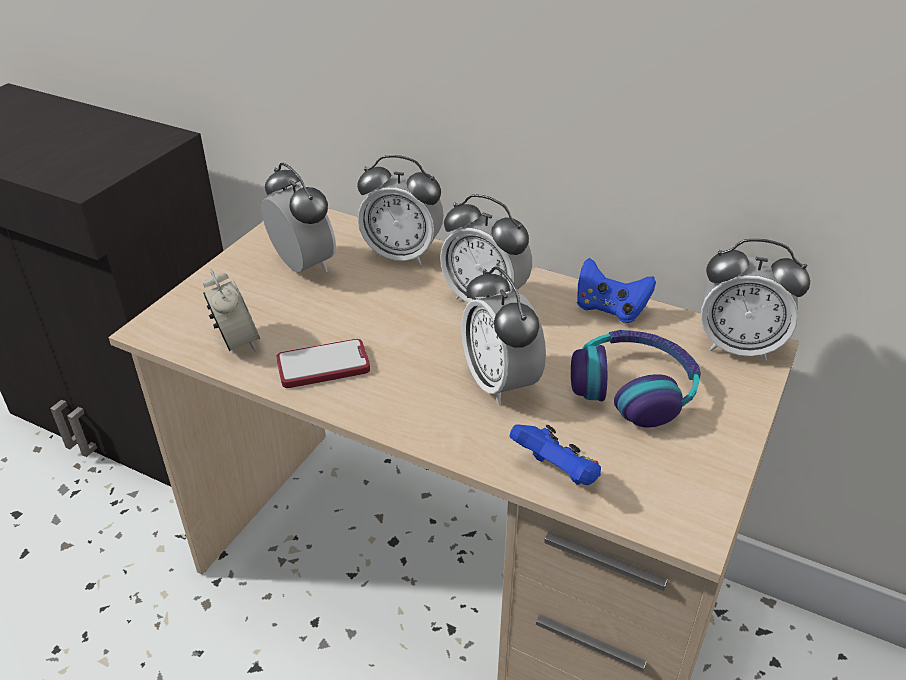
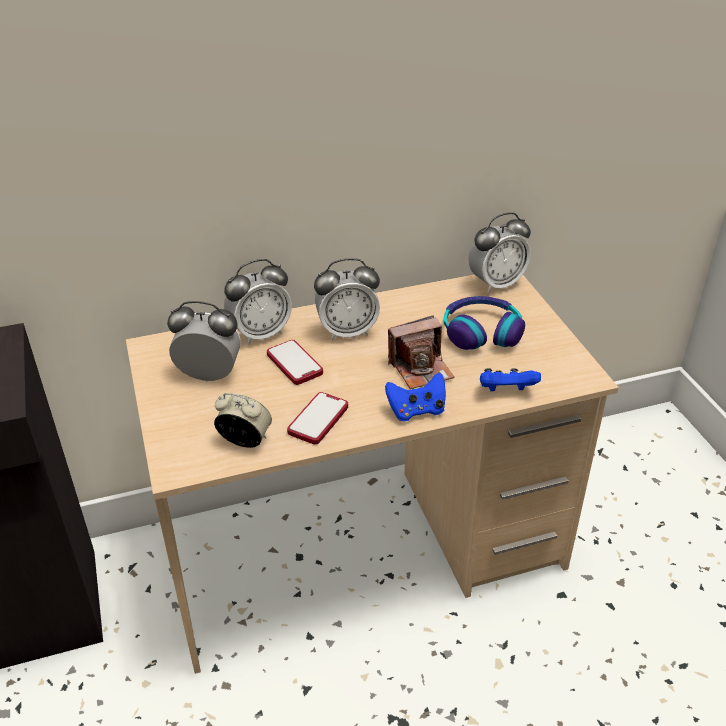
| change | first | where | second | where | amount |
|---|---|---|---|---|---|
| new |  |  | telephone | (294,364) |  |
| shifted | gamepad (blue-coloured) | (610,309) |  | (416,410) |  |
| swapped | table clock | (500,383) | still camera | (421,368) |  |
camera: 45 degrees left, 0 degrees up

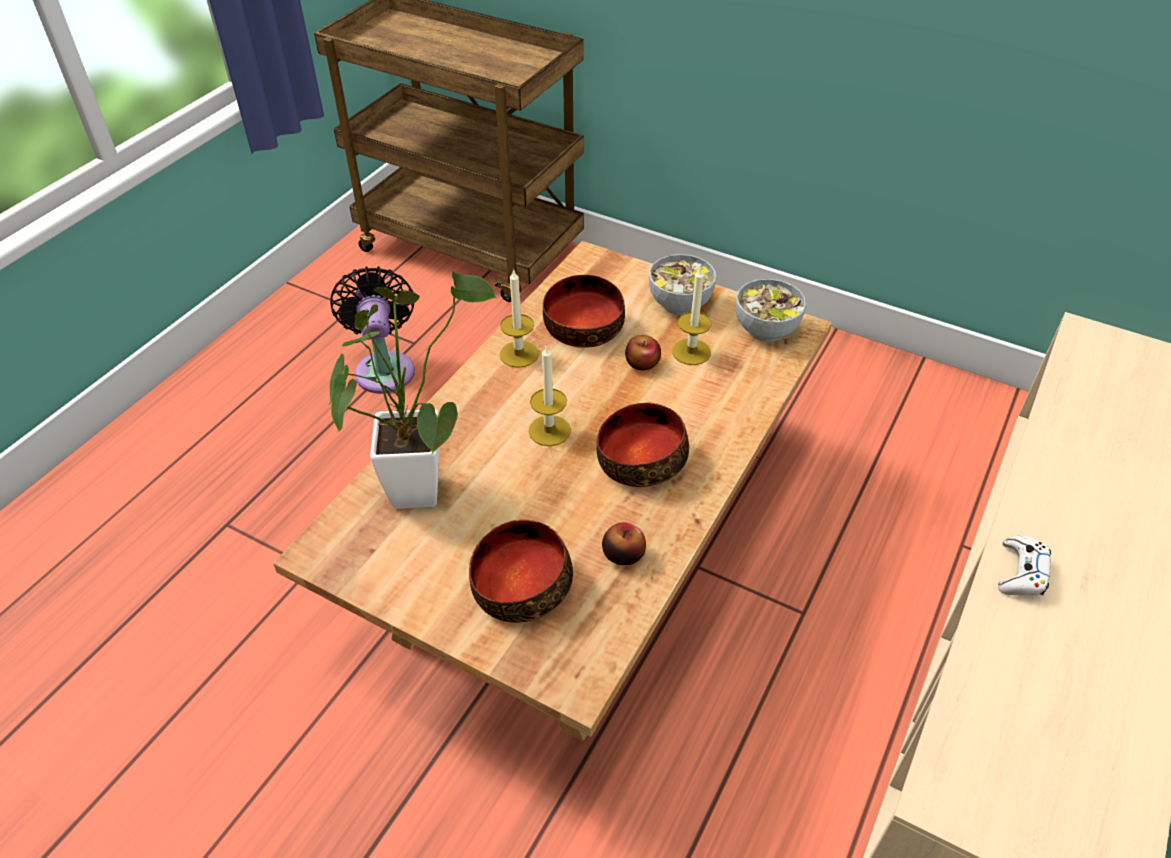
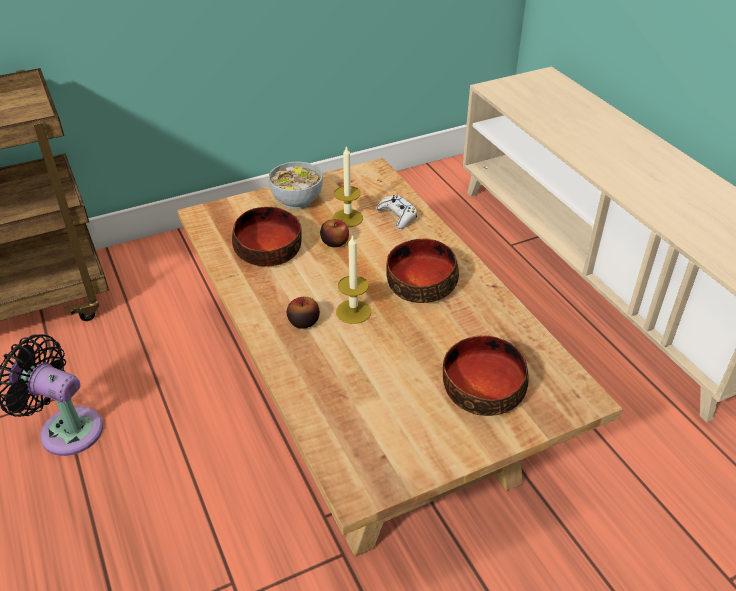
| change | first | where | second | where | amount |
|---|---|---|---|---|---|
| gone | potted plant | (418,482) |  |  |  |
| gone | wax candle | (519,354) |  |  |  |
| gone | bowl | (766,329) |  |  |  |
| shifted | whole apple | (623,554) |  | (303,322) |  |
| shifted | gamepad (whitish) | (1021,572) |  | (397,216) |  |
camera: 55 degrees left, 5 degrees down

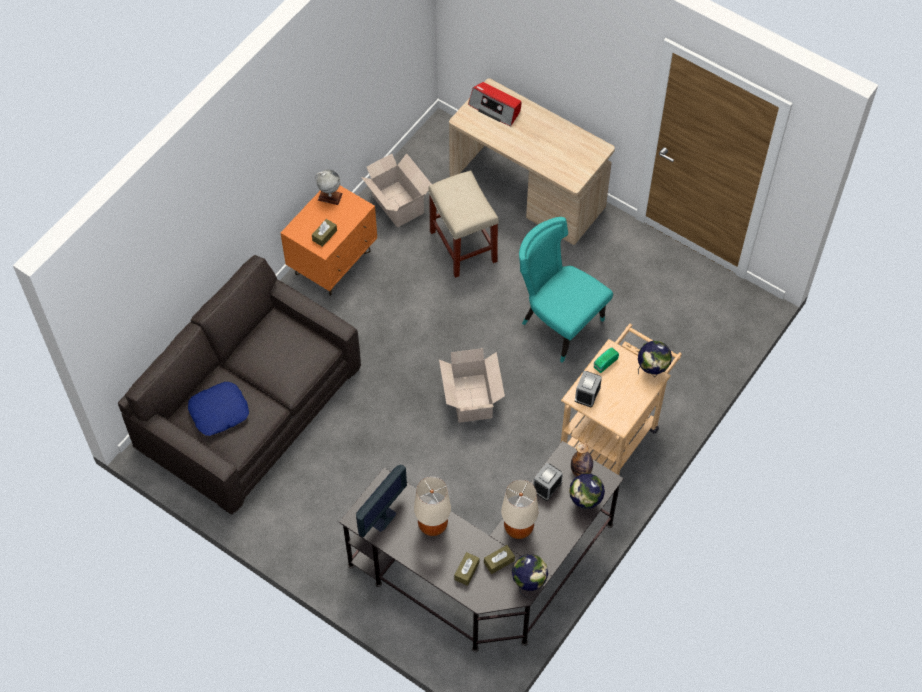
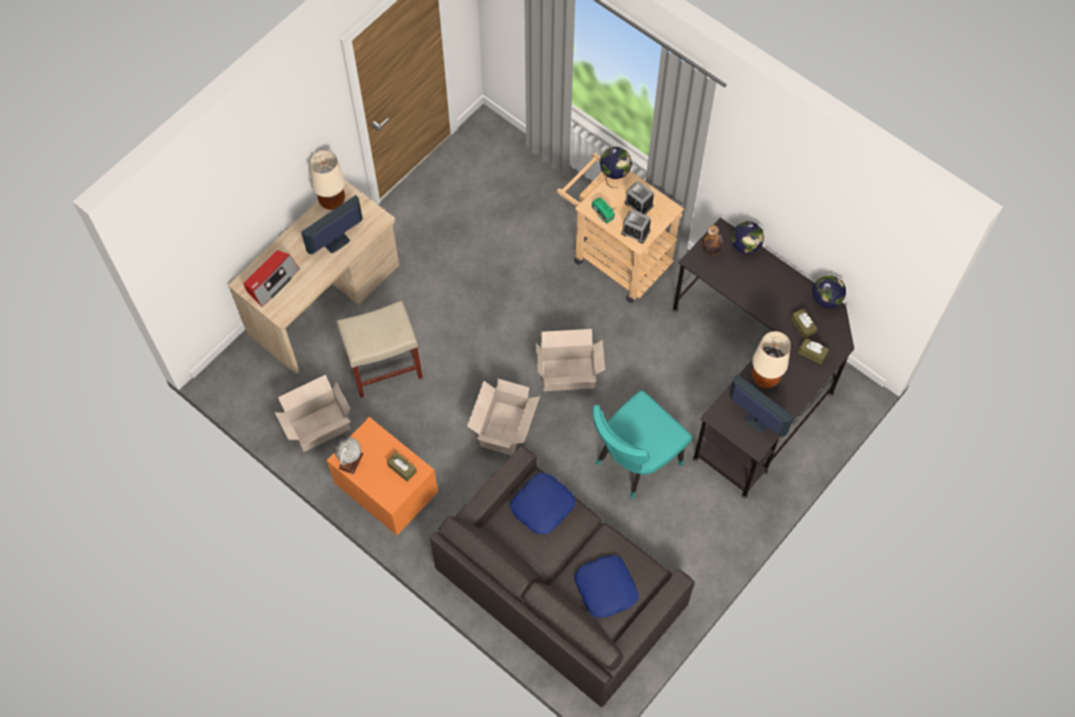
| change | first | where | second | where | amount |
|---|---|---|---|---|---|
| new |  |  | computer screen | (336,243) |  |
| new |  |  | carton | (503,430) |  |
| new |  |  | cushion (blue-coloured) | (542,506) |  |
| shifted | tabletop lamp (sand-coloured) | (519,528) |  | (332,201) |  |
| shifted | upright chair (blue-green) | (558,322) |  | (633,462) |  |
| shifted | table clock | (547,486) |  | (638,204) |  |
camera: 85 degrees left, 5 degrees up

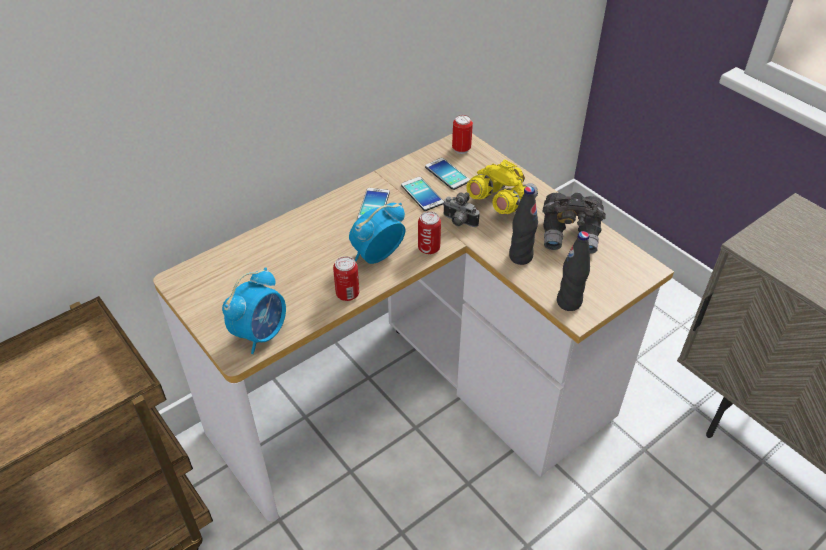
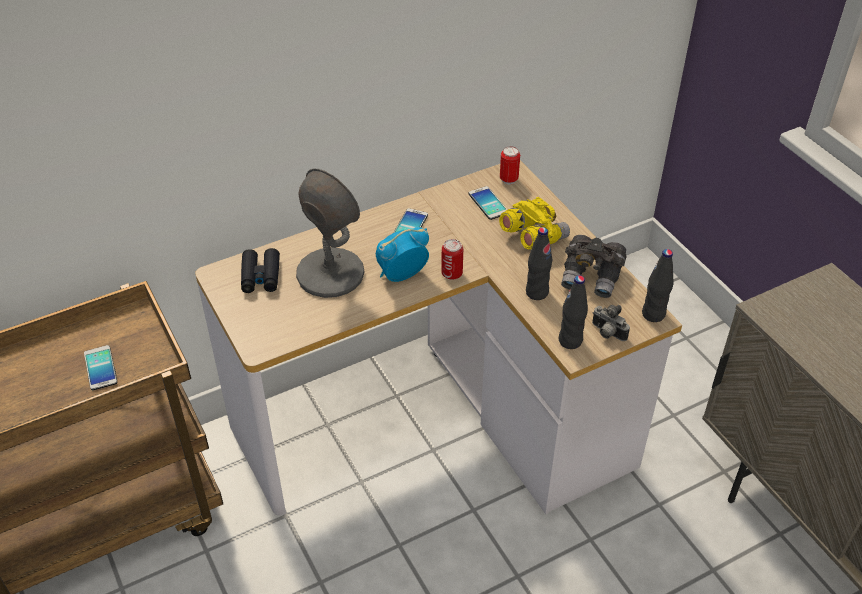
| change | first | where | second | where | amount |
|---|---|---|---|---|---|
| gone | table clock | (261,333) |  |  |  |
| gone | sealed can | (347,294) |  |  |  |
| new |  |  | binoculars (black-coloured) | (260,276) |  |
| new |  |  | tabletop lamp (greyish) | (330,273) |  |
| new |  |  | bottle (black-coloured) | (653,314) |  |
| shifted | telephone | (422,194) |  | (100,368) |  |
| shifted | still camera | (458,222) |  | (607,333) |  |
camera: 10 degrees right, 0 degrees up

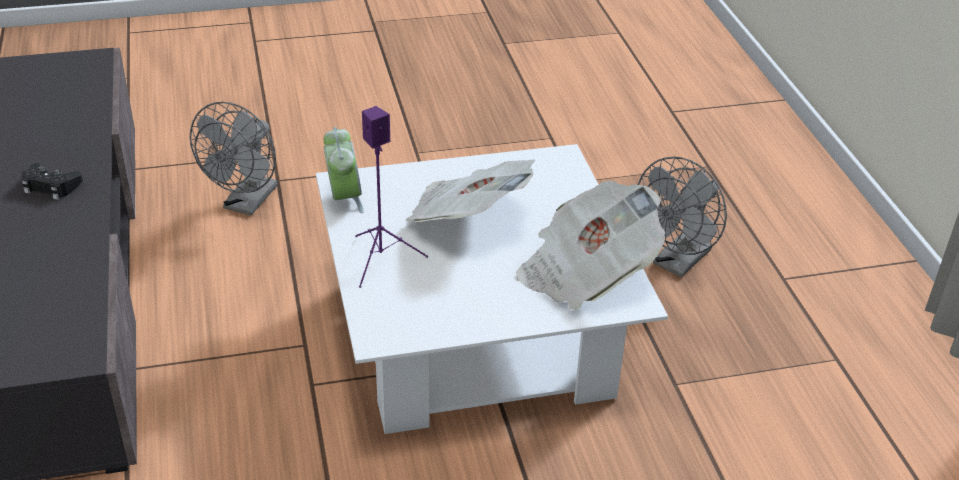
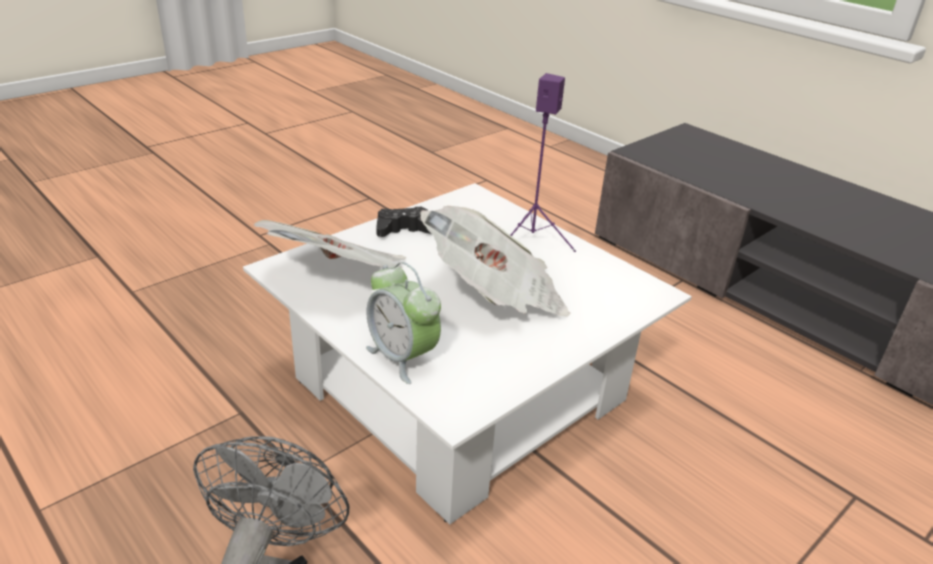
| change | first | where | second | where | amount |
|---|---|---|---|---|---|
| gone | fan (greyish) | (246,203) |  |  |  |
| shifted | gamepad (black-coloured) | (51,186) |  | (403,229) |  |
| shifted | table clock | (344,198) |  | (402,357) |  |
camera: 150 degrees right, 5 degrees down

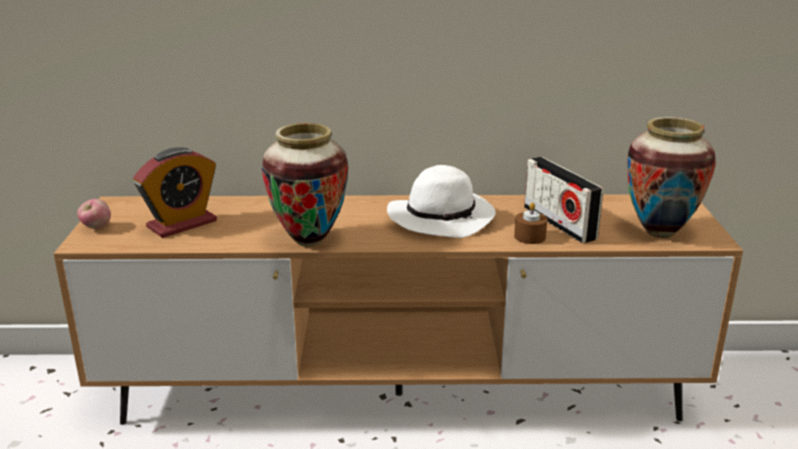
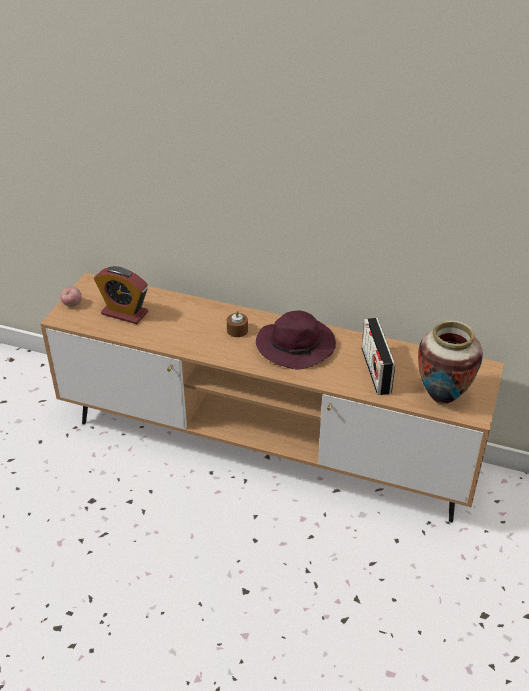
| change | first | where | second | where | amount |
|---|---|---|---|---|---|
| gone | decorative vase | (309,241) |  |  |  |
| shifted | wax candle (brown) | (529,237) |  | (237,330) |  |
| repainted | wearable hat (whitish) | (442,218) | wearable hat (purplish) | (297,346) |  |
| rotated | table clock | (182,224) |  | (124,313) | 45 degrees clockwise |
camera: 20 degrees right, 15 degrees up

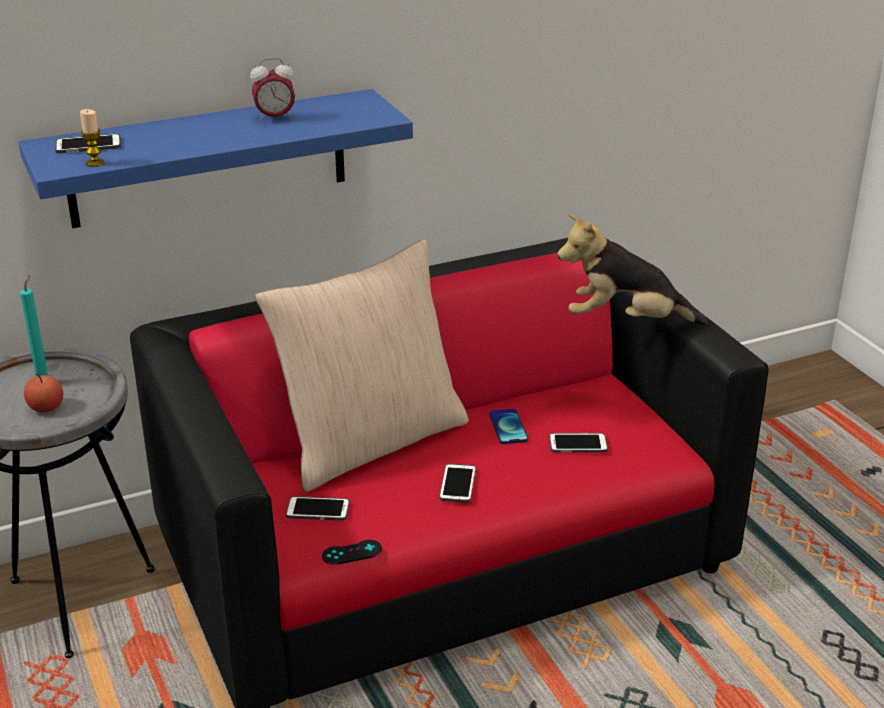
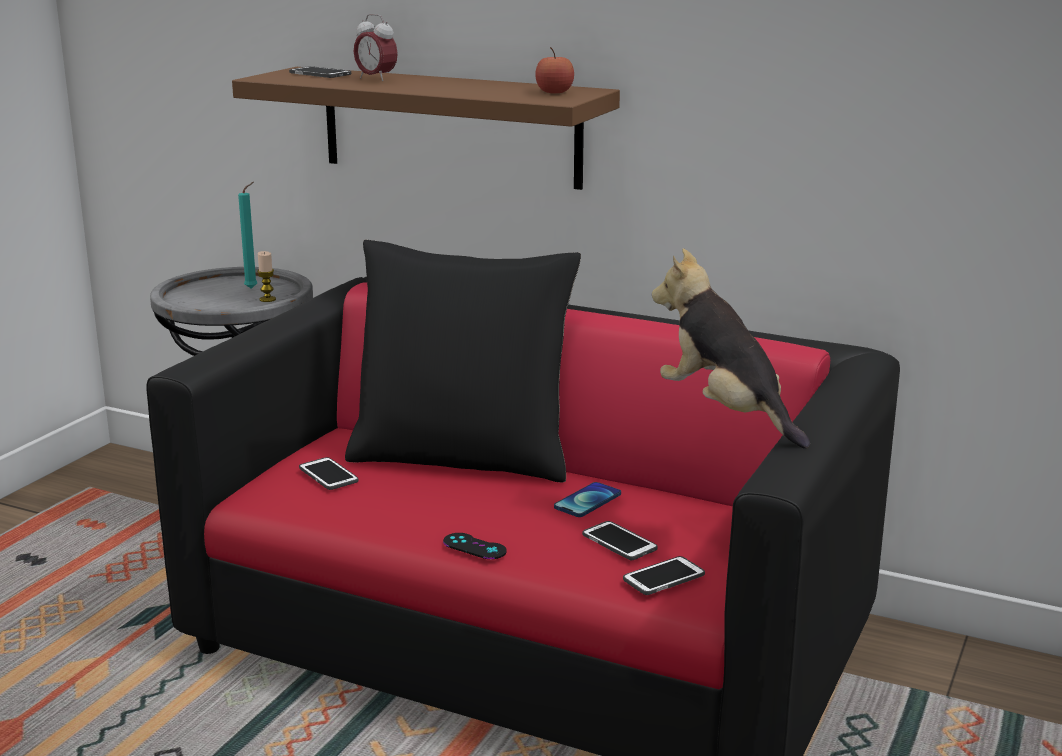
| change | first | where | second | where | amount |
|---|---|---|---|---|---|
| shifted | whole apple | (46,408) |  | (554,92) |  |
| shifted | wax candle | (95,163) |  | (267,299) |  |
| shifted | table clock | (275,118) |  | (376,79) |  |
| shifted | gamepad (black-coloured) | (352,552) |  | (474,546) |  |
| shifted | telephone | (457,484) |  | (663,577) |  |
| repainted | wall shelf (blue-coloured) | (208,158) | wall shelf (brown) | (450,126) |  |
| repainted | cushion (sand-coloured) | (370,441) | cushion (black-coloured) | (463,457) |  |
camera: 50 degrees right, 10 degrees down

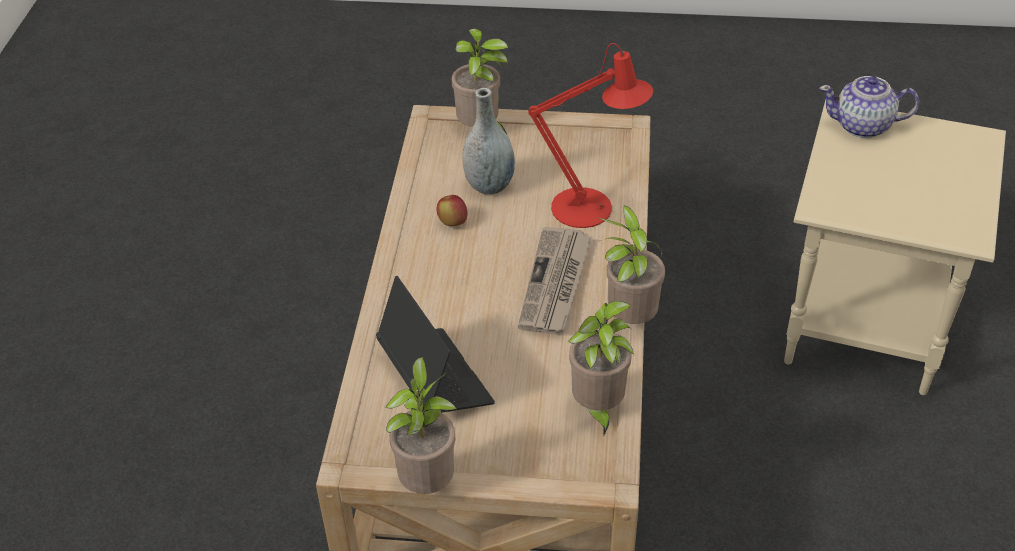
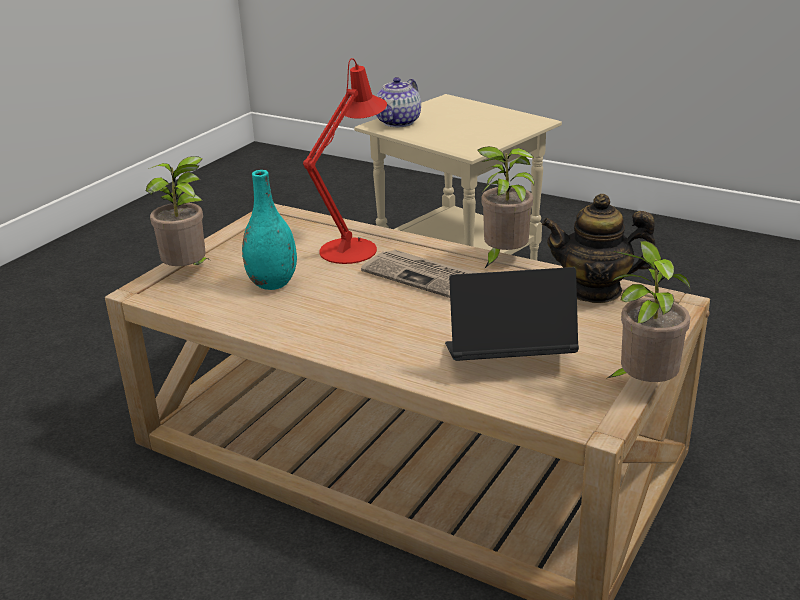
| change | first | where | second | where | amount |
|---|---|---|---|---|---|
| gone | whole apple | (452,222) |  |  |  |
| swapped | potted plant | (597,409) | tea pot | (595,291) |  |
| repainted | decorative vase (greyish) | (489,186) | decorative vase (blue-green) | (272,283) |  |
camera: 65 degrees left, 15 degrees down

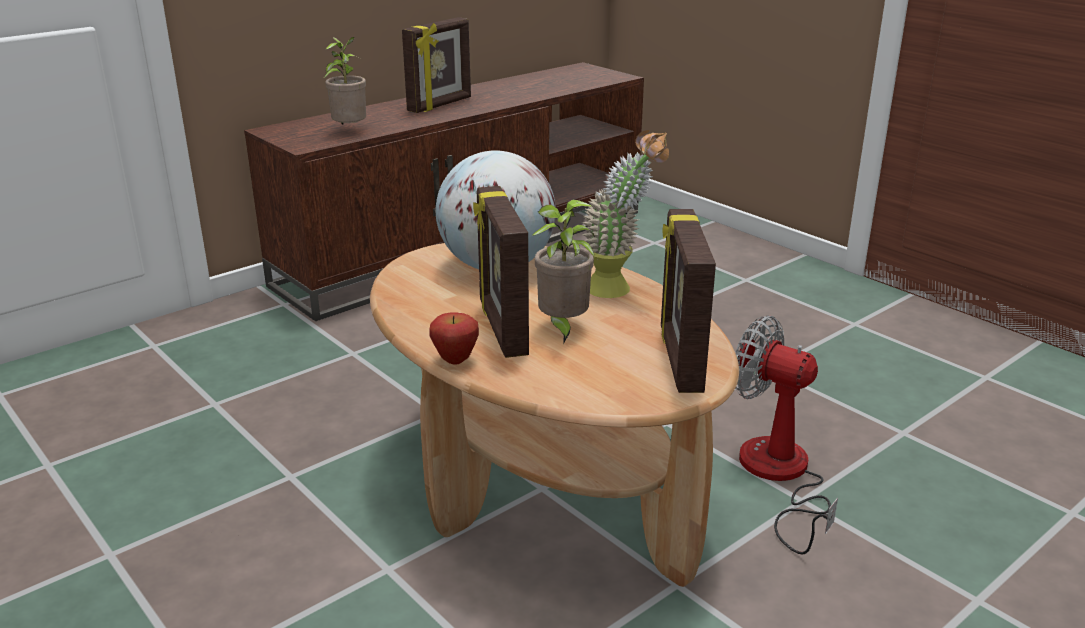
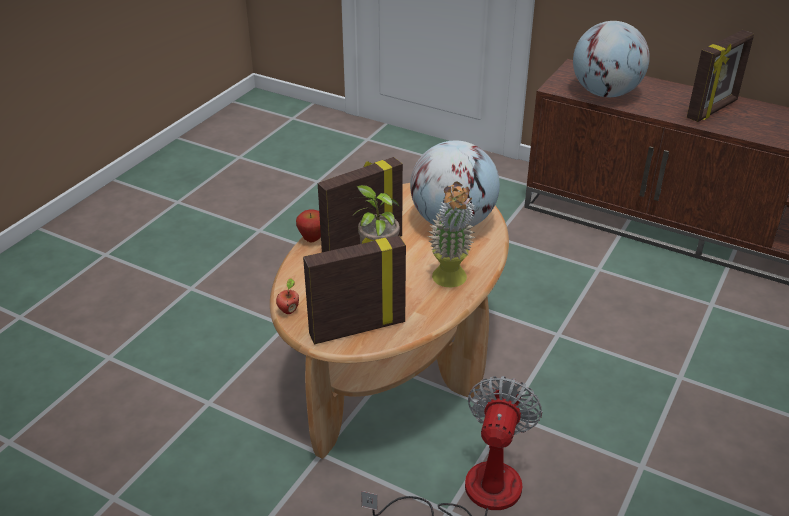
| change | first | where | second | where | amount |
|---|---|---|---|---|---|
| new |  |  | whole apple | (288,310) |  |
| swapped | potted plant | (349,131) | world globe | (605,93) |  |
| rotated | standing frame | (440,105) |  | (713,110) | 60 degrees counterclockwise |
camera: 70 degrees right, 10 degrees up

